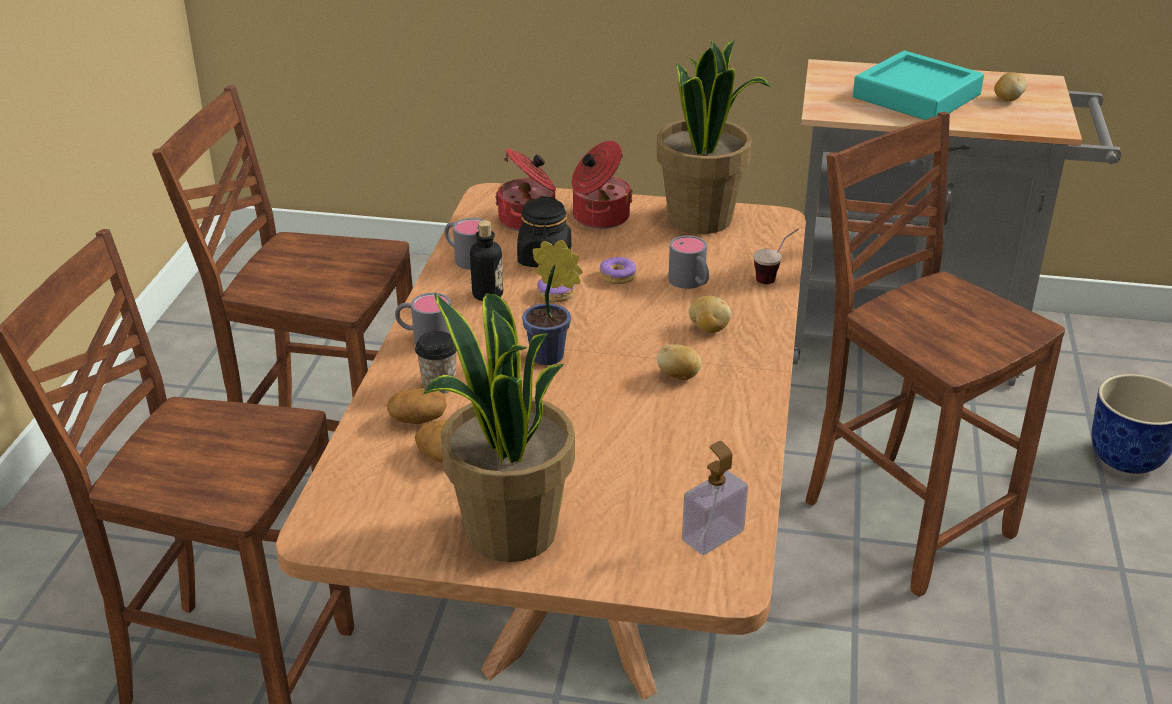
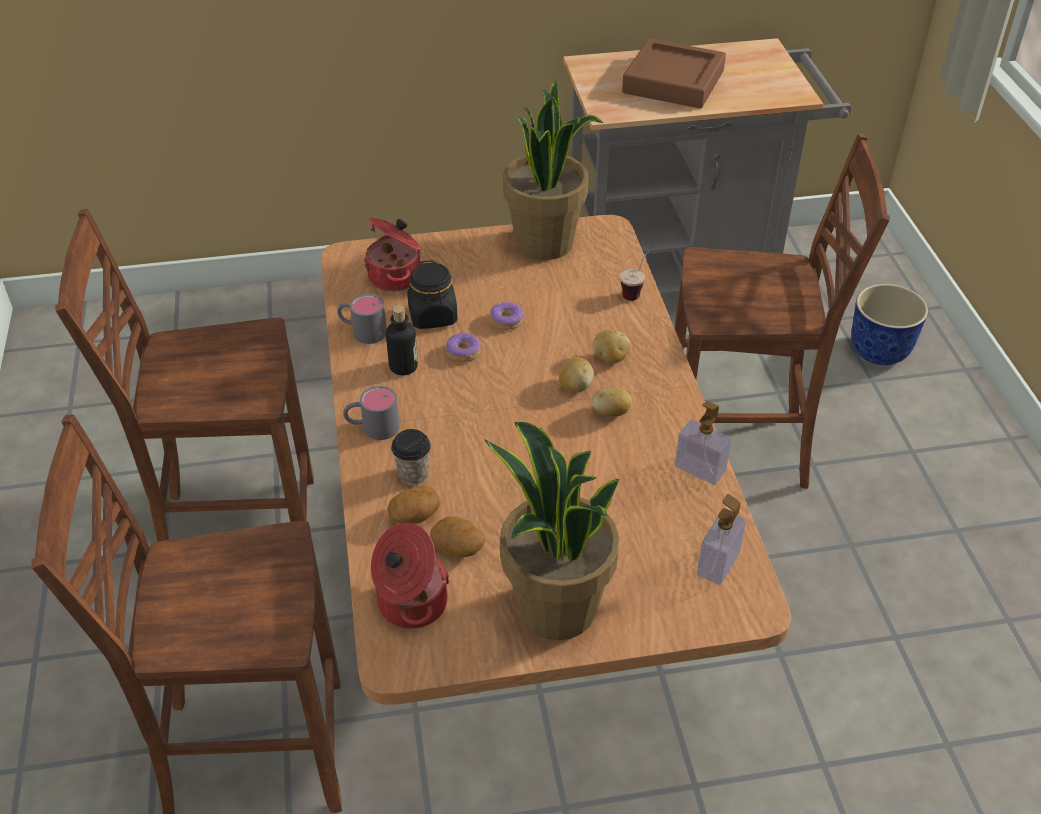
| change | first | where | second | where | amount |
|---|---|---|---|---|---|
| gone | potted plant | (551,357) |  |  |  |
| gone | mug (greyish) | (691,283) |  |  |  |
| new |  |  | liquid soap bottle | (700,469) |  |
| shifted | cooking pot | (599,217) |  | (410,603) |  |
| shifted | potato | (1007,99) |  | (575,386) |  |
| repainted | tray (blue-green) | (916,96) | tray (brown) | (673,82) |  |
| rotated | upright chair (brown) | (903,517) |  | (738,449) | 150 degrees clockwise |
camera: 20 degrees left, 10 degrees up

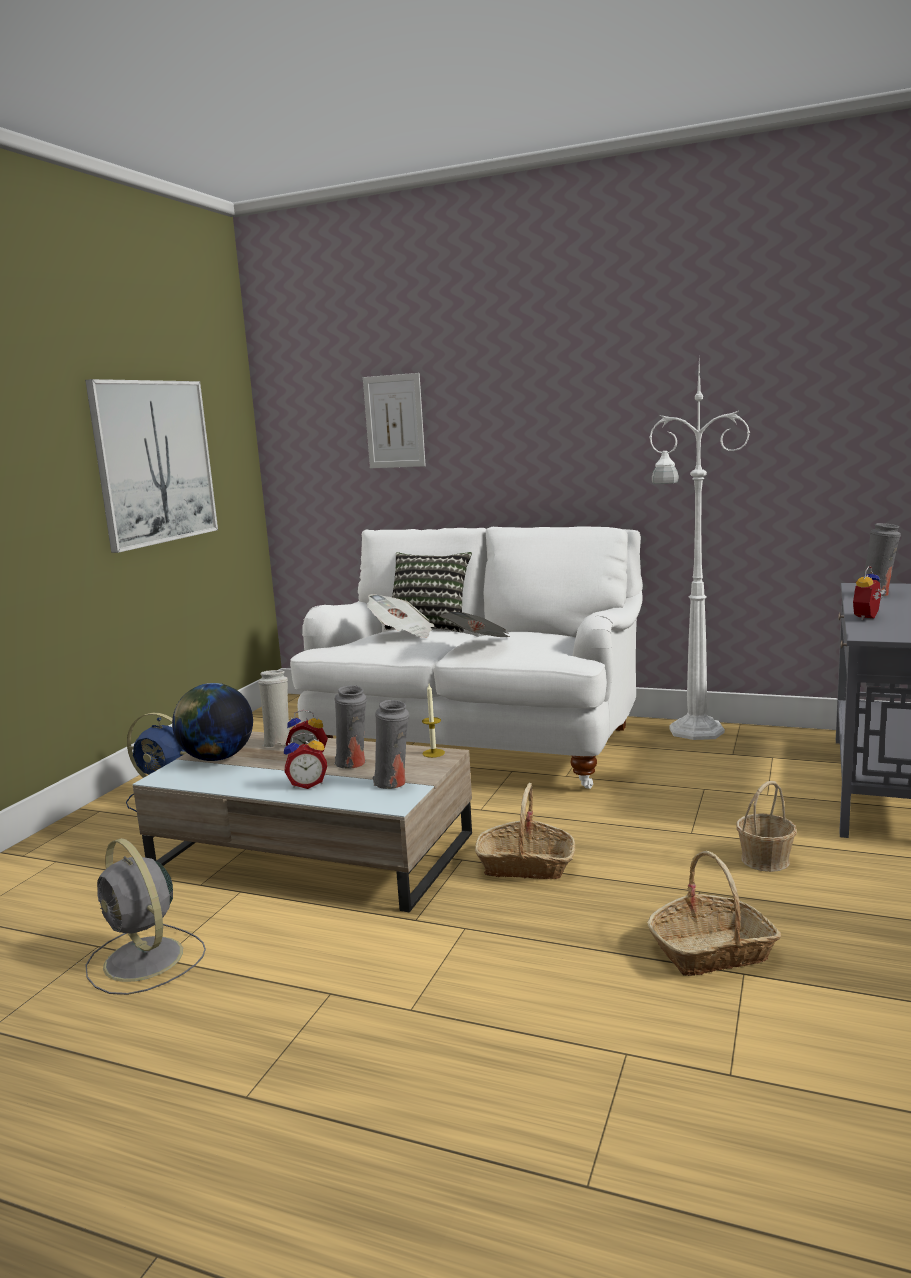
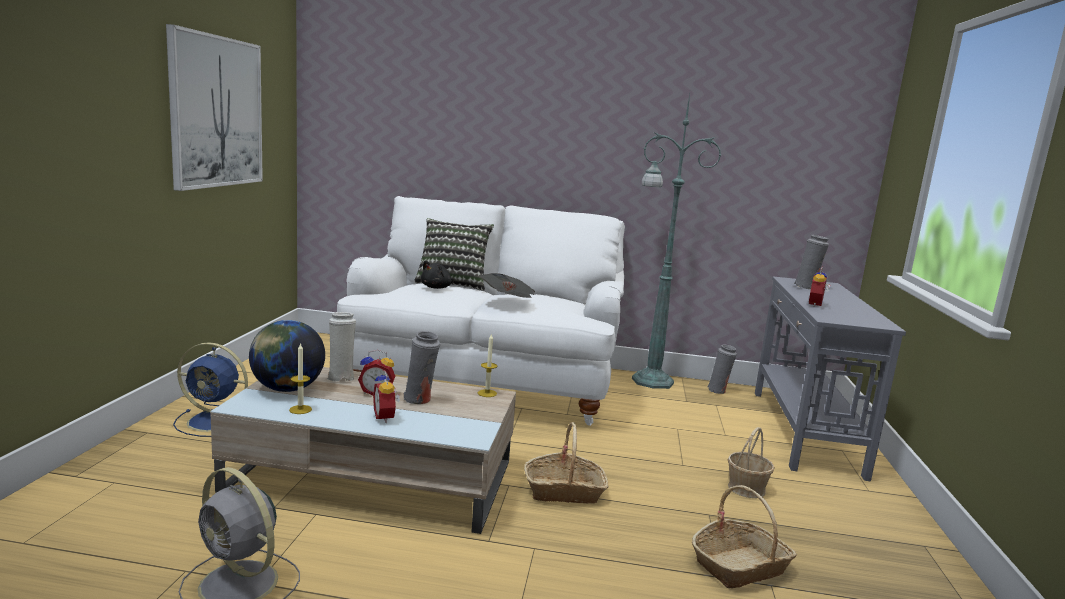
| change | first | where | second | where | amount |
|---|---|---|---|---|---|
| gone | wall picture | (394,421) |  |  |  |
| new |  |  | wax candle | (300,409) |  |
| shifted | decorative vase (greyish) | (393,783) |  | (718,391) |  |
| swapped | daily paper | (402,634) | cuddly toy (black-coloured) | (437,288) |  |
| repainted | standing lamp (whitish) | (693,730) | standing lamp (green-coloured) | (650,380) |  |
| rotated | table clock | (307,784) |  | (386,417) | 90 degrees clockwise |
camera: 15 degrees left, 0 degrees up

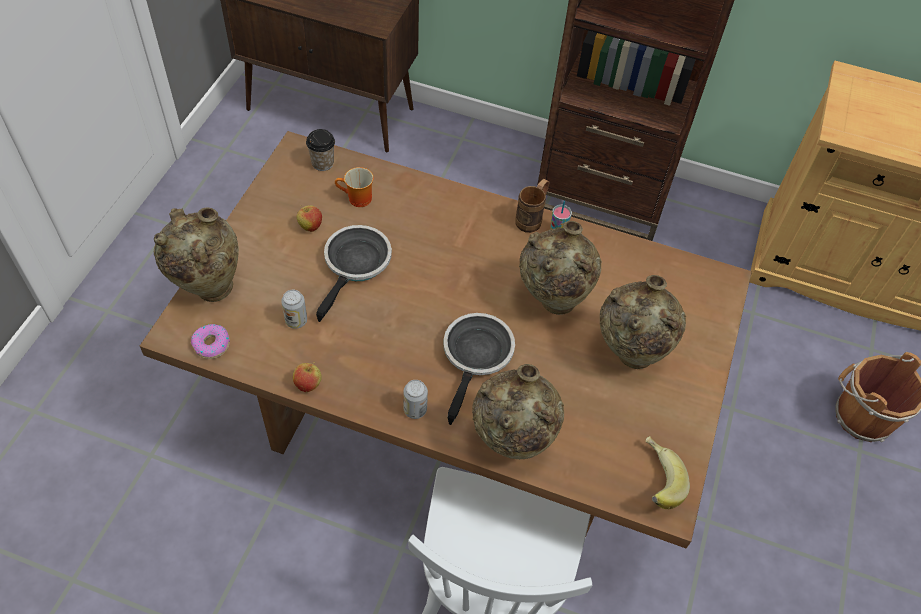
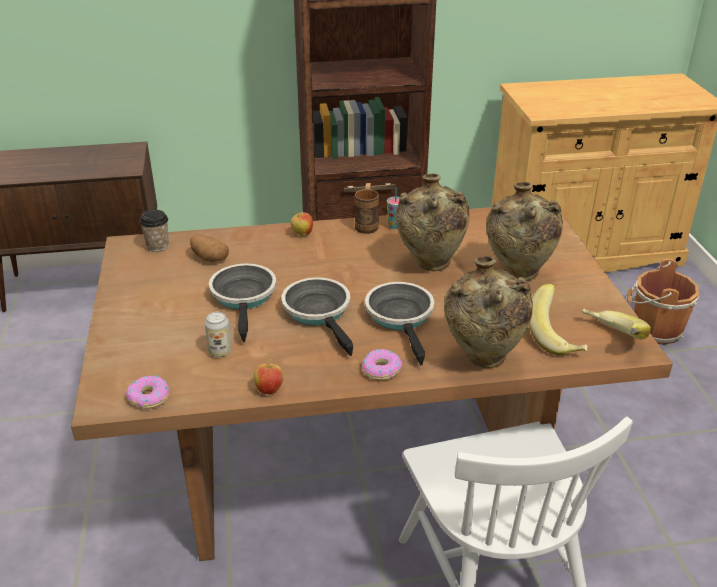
| change | first | where | second | where | amount |
|---|---|---|---|---|---|
| gone | decorative vase (sand-coloured) | (208,288) |  |  |  |
| new |  |  | pan | (319,312) |  |
| new |  |  | banana fruit | (557,338) |  |
| shifted | whole apple | (310,226) |  | (302,234) |  |
| swapped | mug | (357,200) | potato | (209,258) |  |
| swapped | sealed can | (415,410) | ring doughnut | (381,369) |  |
camera: 25 degrees left, 20 degrees down

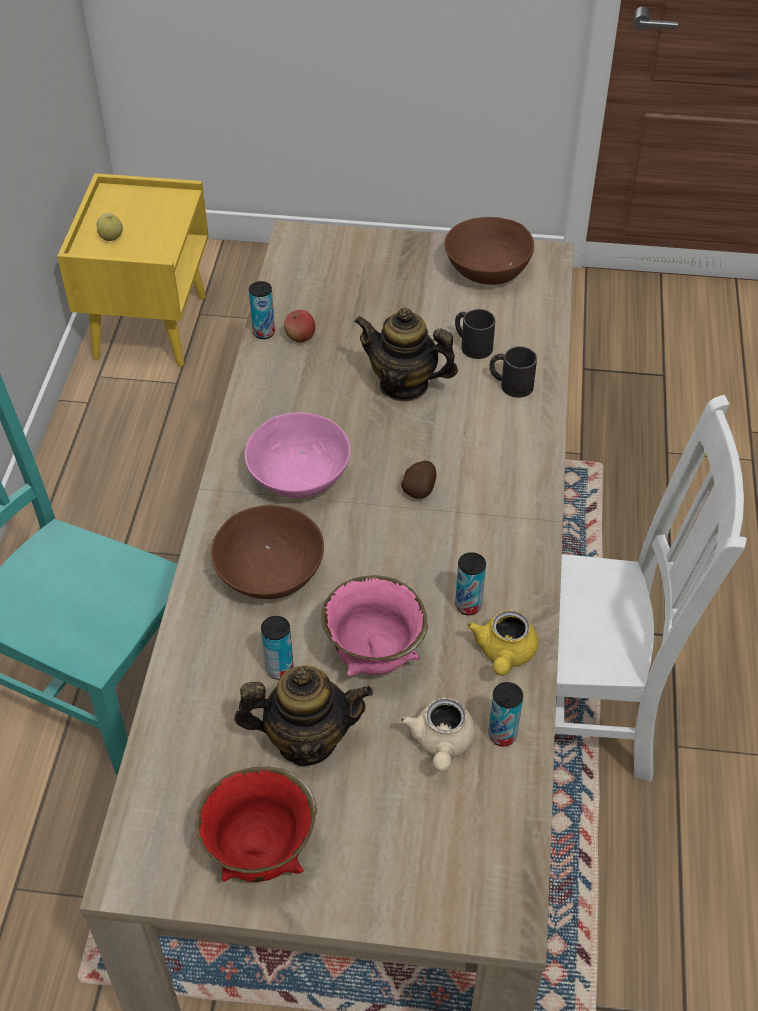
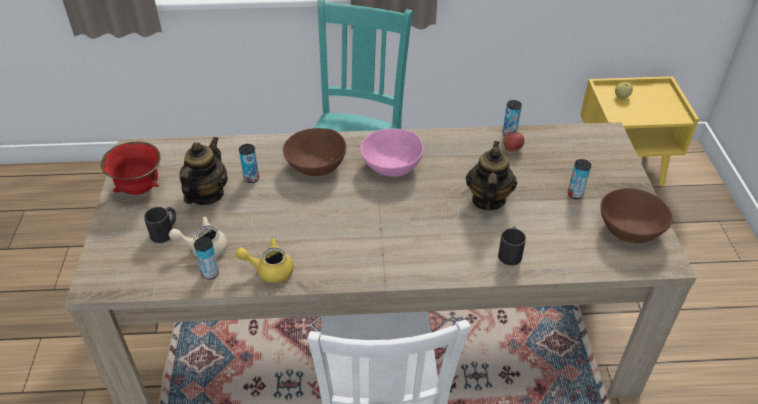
| change | first | where | second | where | amount |
|---|---|---|---|---|---|
| gone | bowl (pink) | (374,658) |  |  |  |
| gone | potato | (420,489) |  |  |  |
| shifted | mug (black-coloured) | (471,345) |  | (165,231) |  |
| shifted | sealed can | (468,605) |  | (575,194) |  |
| rotated | tea pot | (306,739) |  | (206,194) | 150 degrees counterclockwise |
camera: 80 degrees right, 5 degrees down

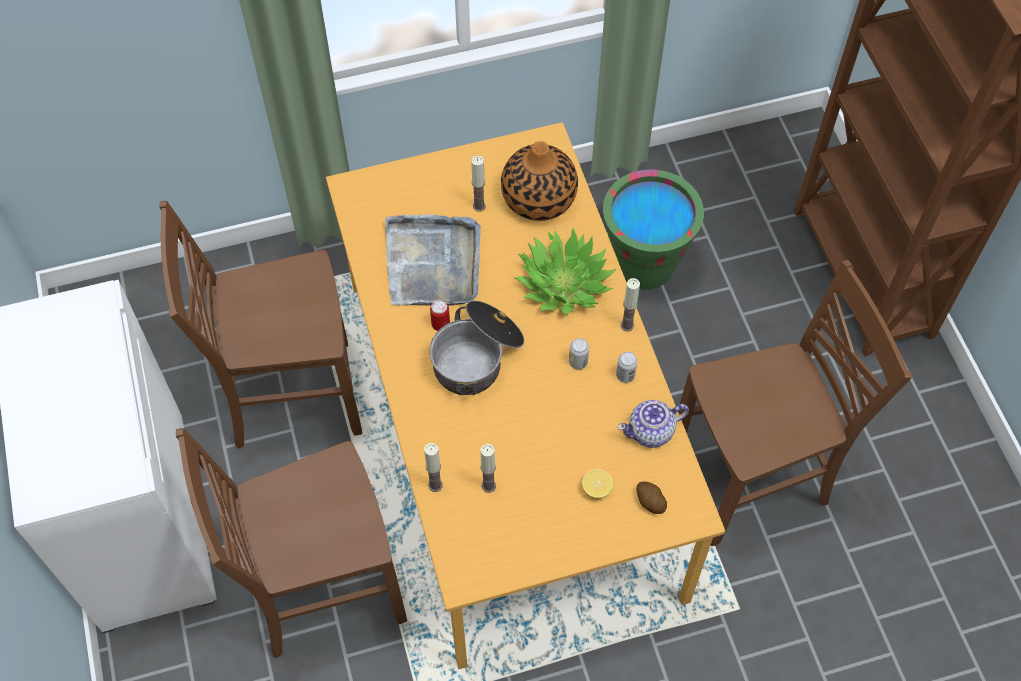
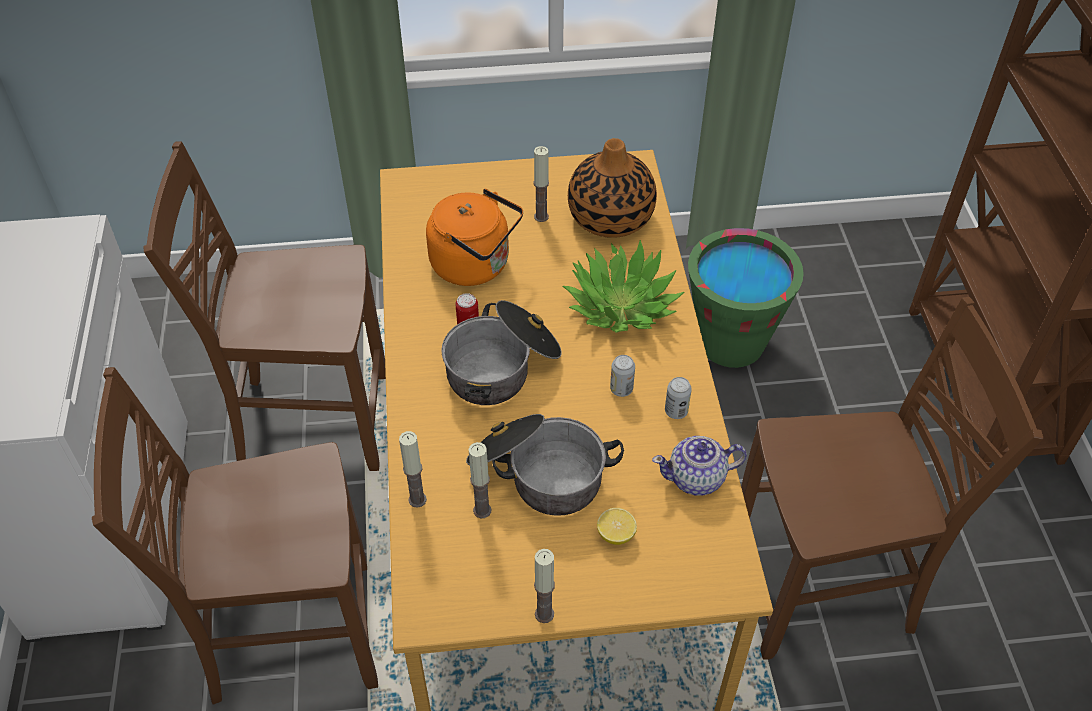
| change | first | where | second | where | amount |
|---|---|---|---|---|---|
| gone | potato | (650,501) |  |  |  |
| new |  |  | cooking pot | (539,474) |  |
| shifted | wax candle | (627,325) |  | (544,614) |  |
| swapped | tray (greyish) | (433,263) | water kettle (orange-coloured) | (475,265) |  |
camera: 10 degrees right, 10 degrees down

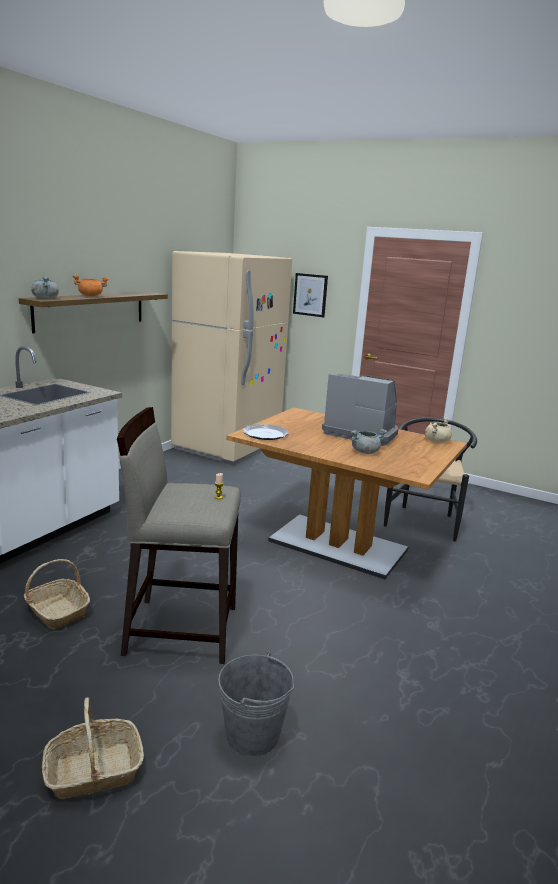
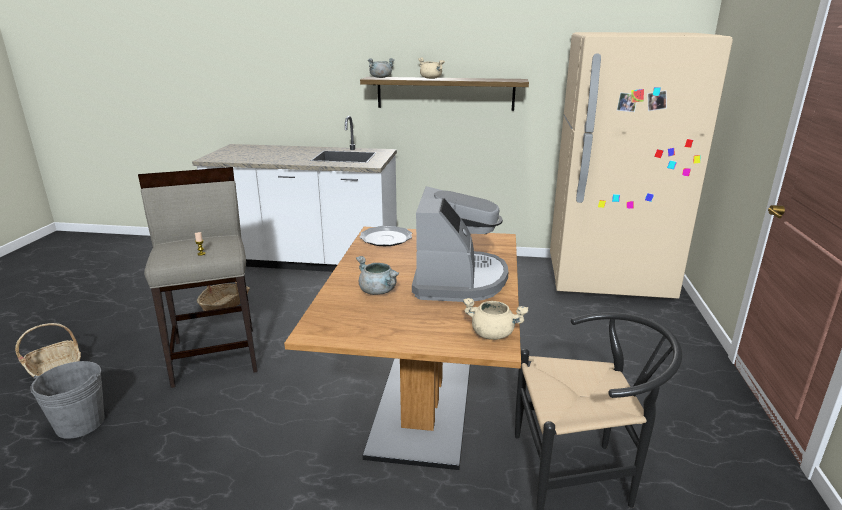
| change | first | where | second | where | amount |
|---|---|---|---|---|---|
| gone | wall picture | (310,295) |  |  |  |
| repainted | cooking pot (orange-coloured) | (91,296) | cooking pot (sand-coloured) | (431,78) |  |
camera: 70 degrees right, 5 degrees up

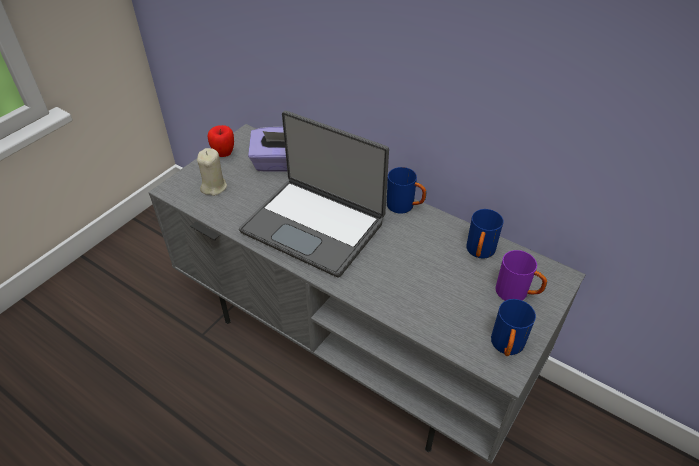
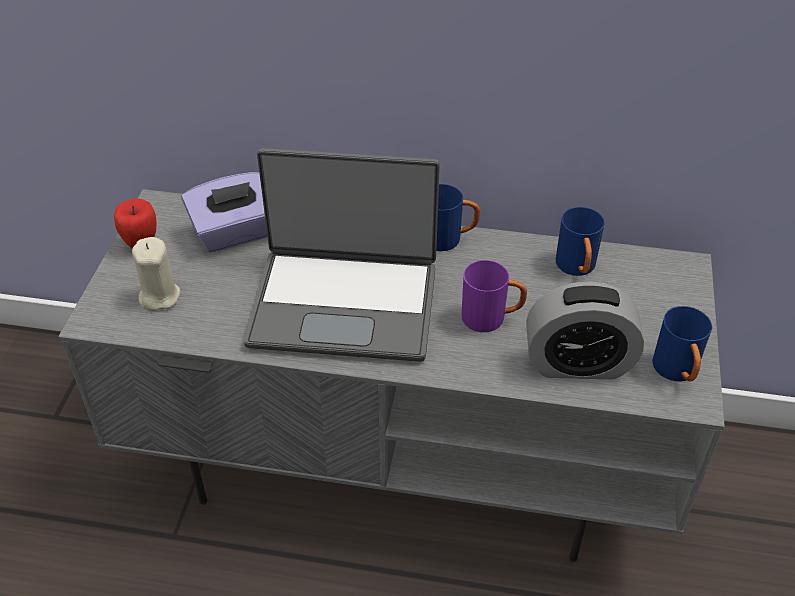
| change | first | where | second | where | amount |
|---|---|---|---|---|---|
| new |  |  | table clock | (578,363) |  |
| shifted | mug (purplish) | (517,293) |  | (491,318) |  |
camera: 25 degrees left, 0 degrees up

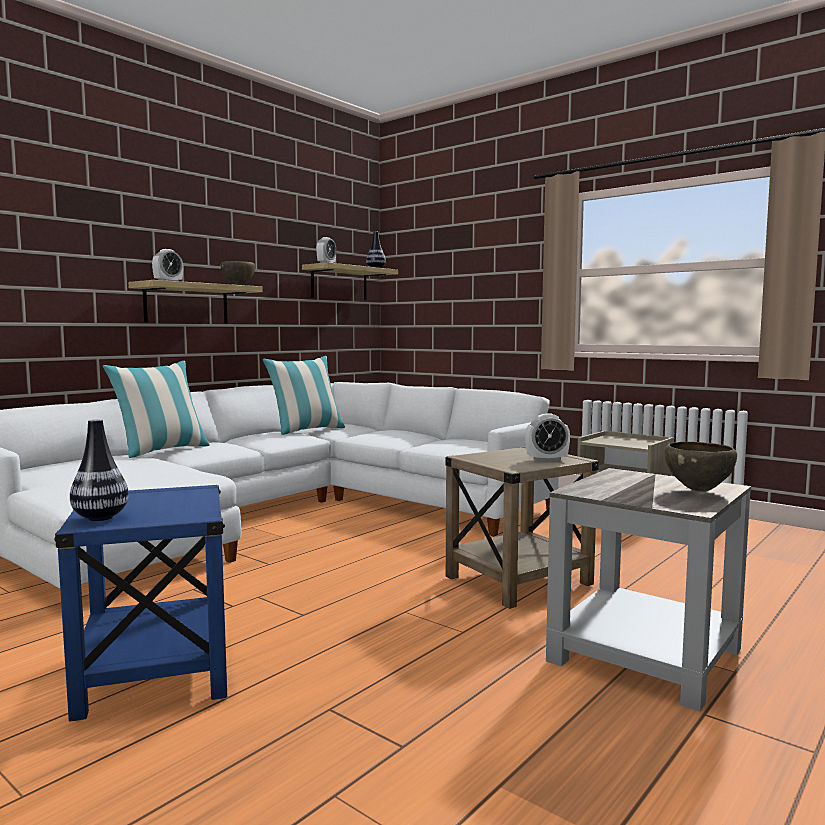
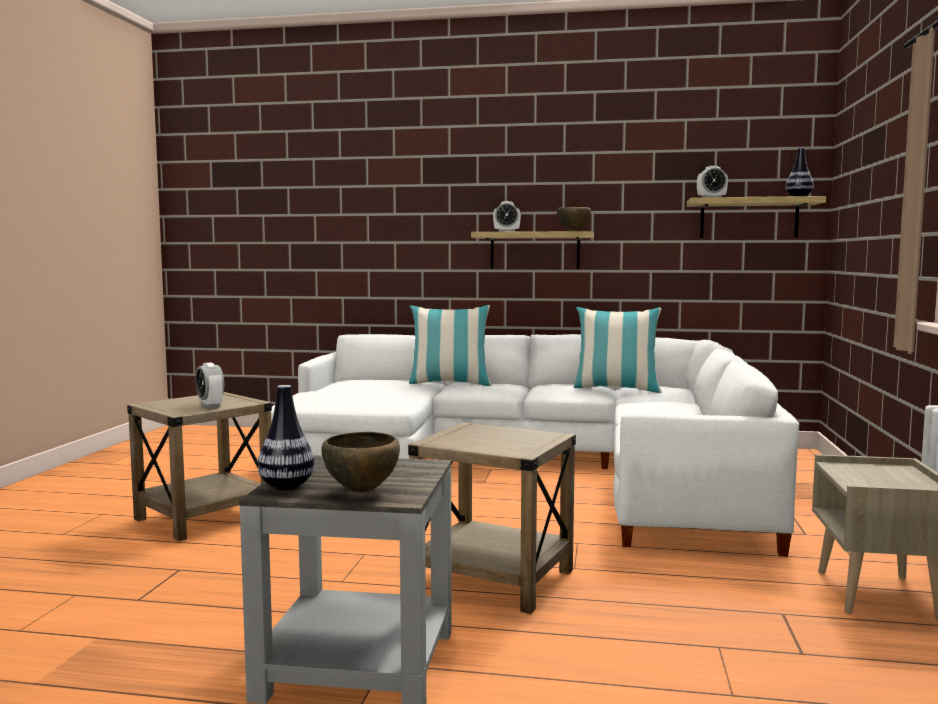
| change | first | where | second | where | amount |
|---|---|---|---|---|---|
| shifted | decorative vase | (100,518) |  | (287,487) |  |
| shifted | table clock | (546,460) |  | (210,406) |  |
| repainted | side table (blue-coloured) | (155,671) | side table (sand-coloured) | (205,518) |  |
camera: 60 degrees right, 0 degrees up

